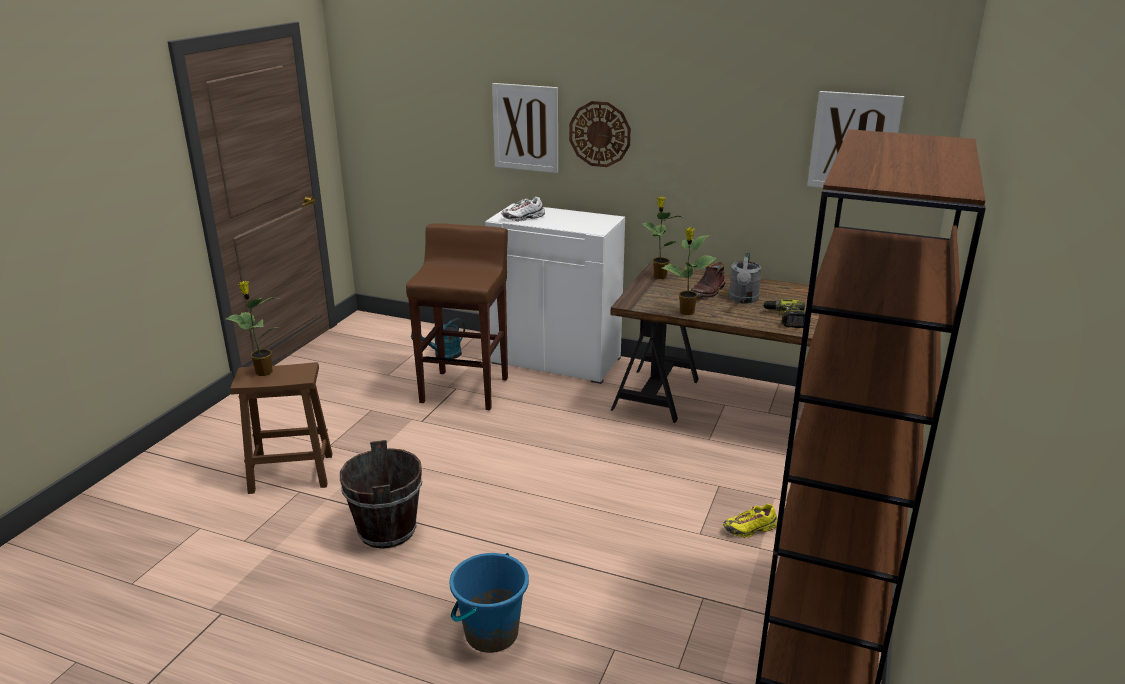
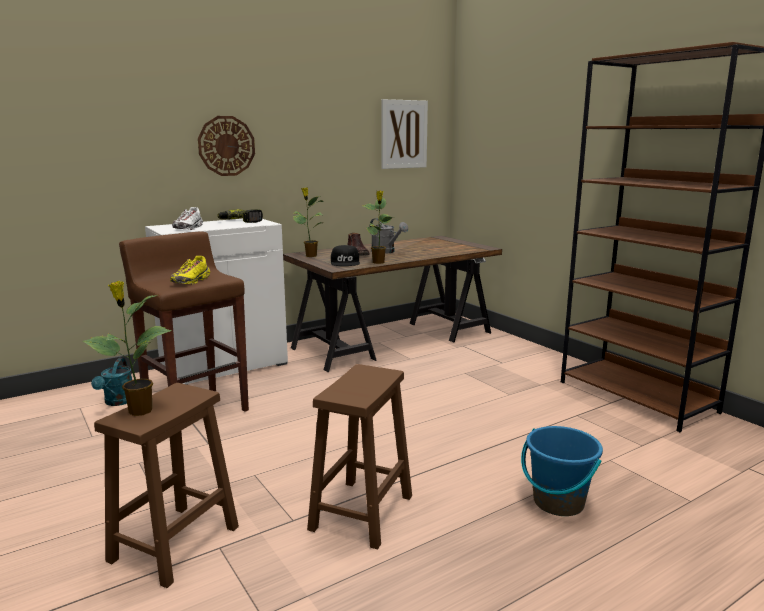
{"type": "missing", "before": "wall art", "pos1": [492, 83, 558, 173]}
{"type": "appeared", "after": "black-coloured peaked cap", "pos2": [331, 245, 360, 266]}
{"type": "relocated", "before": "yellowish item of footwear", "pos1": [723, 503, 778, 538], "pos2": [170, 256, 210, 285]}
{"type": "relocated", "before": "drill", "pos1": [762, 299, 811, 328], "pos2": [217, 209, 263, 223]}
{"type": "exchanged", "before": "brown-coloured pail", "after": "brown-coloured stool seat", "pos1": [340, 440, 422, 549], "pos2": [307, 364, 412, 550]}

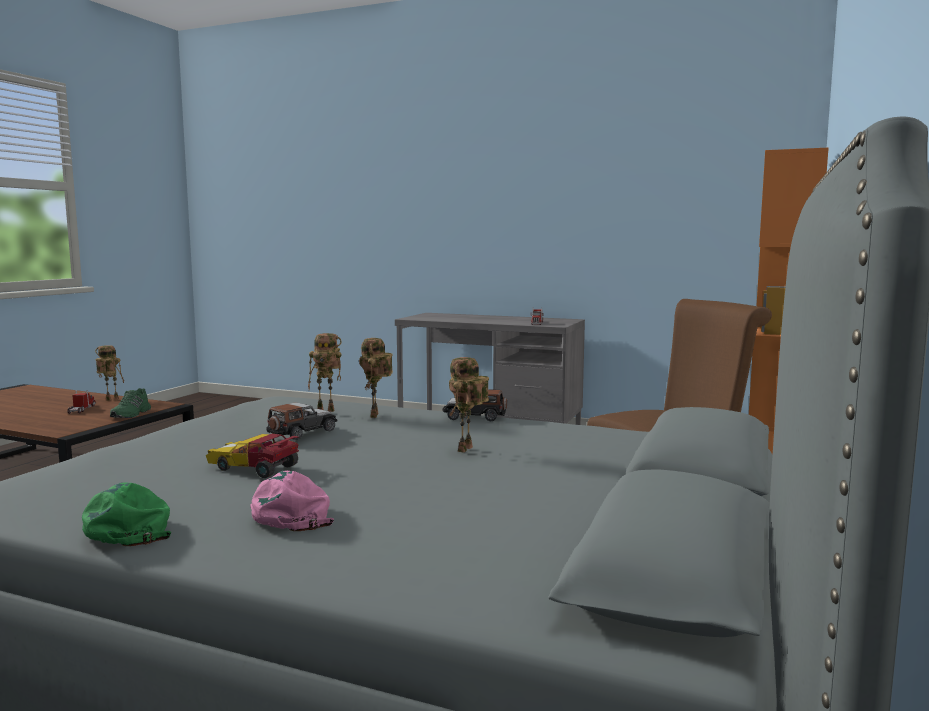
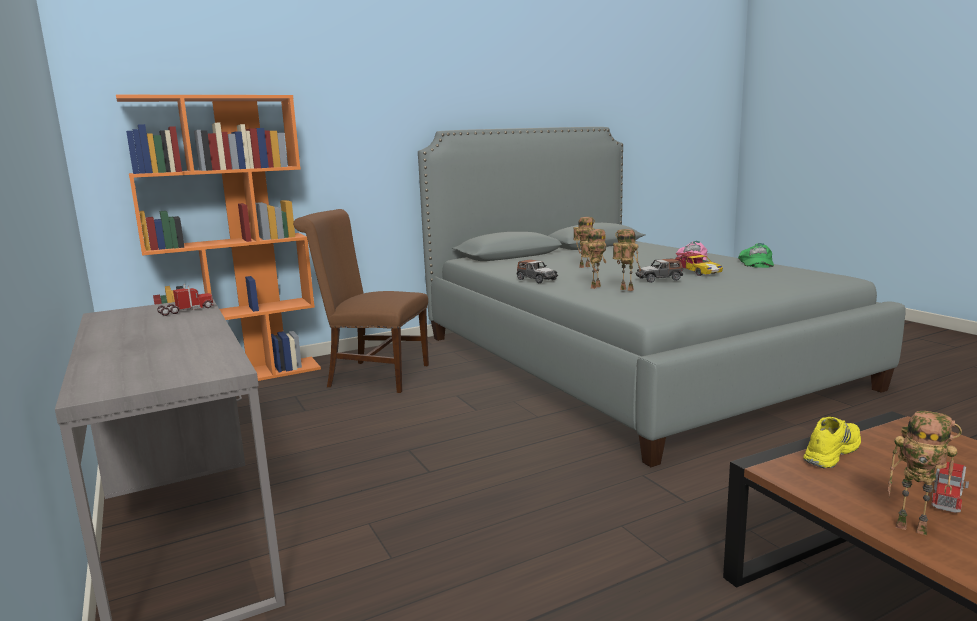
{"type": "colour", "before": "green item of footwear", "after": "yellowish item of footwear", "pos1": [110, 388, 151, 418], "pos2": [803, 417, 861, 469]}

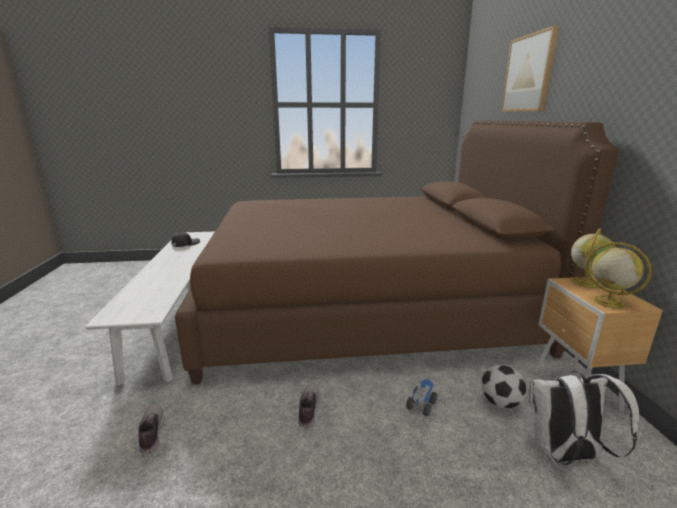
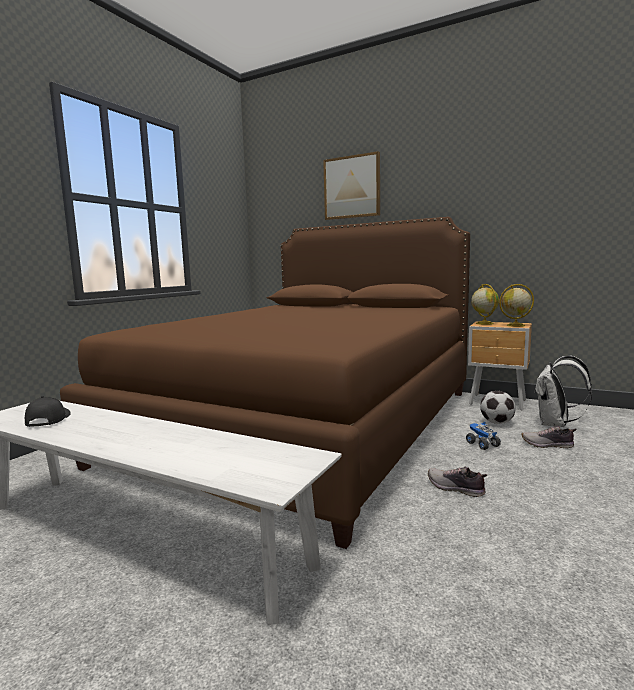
{"type": "relocated", "before": "item of footwear", "pos1": [138, 404, 165, 454], "pos2": [522, 426, 577, 448]}

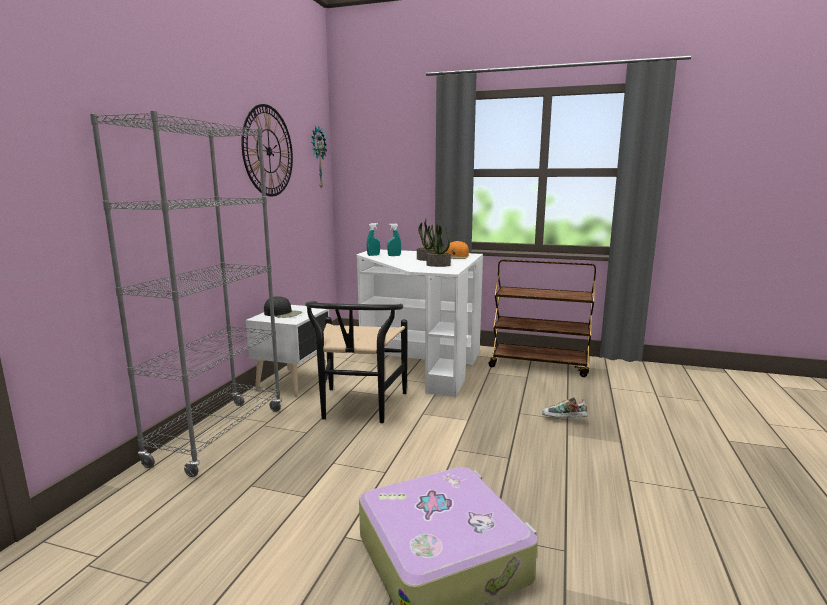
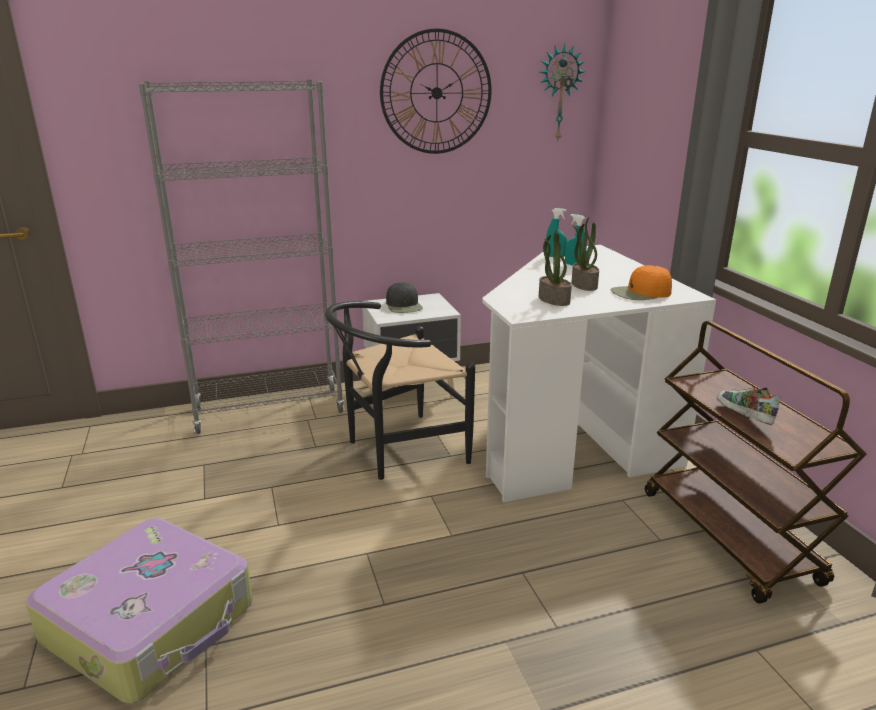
{"type": "relocated", "before": "item of footwear", "pos1": [542, 397, 588, 418], "pos2": [717, 387, 781, 425]}

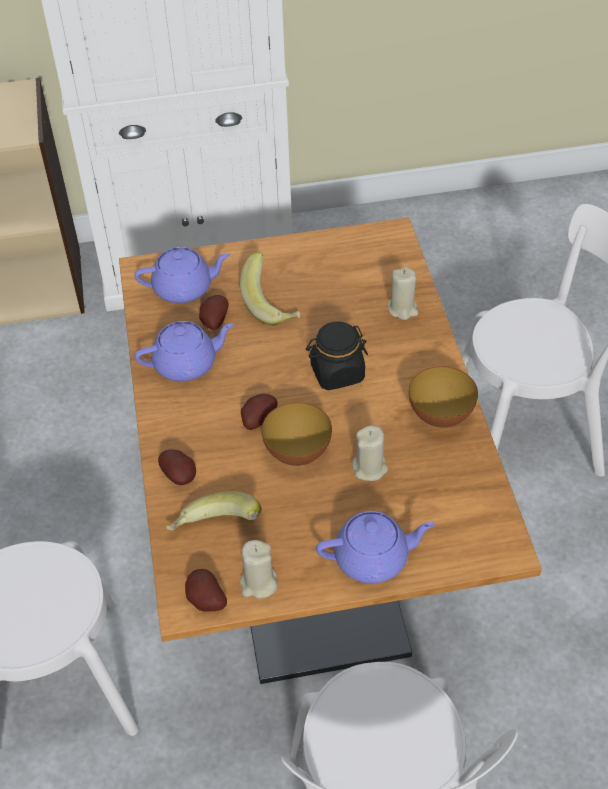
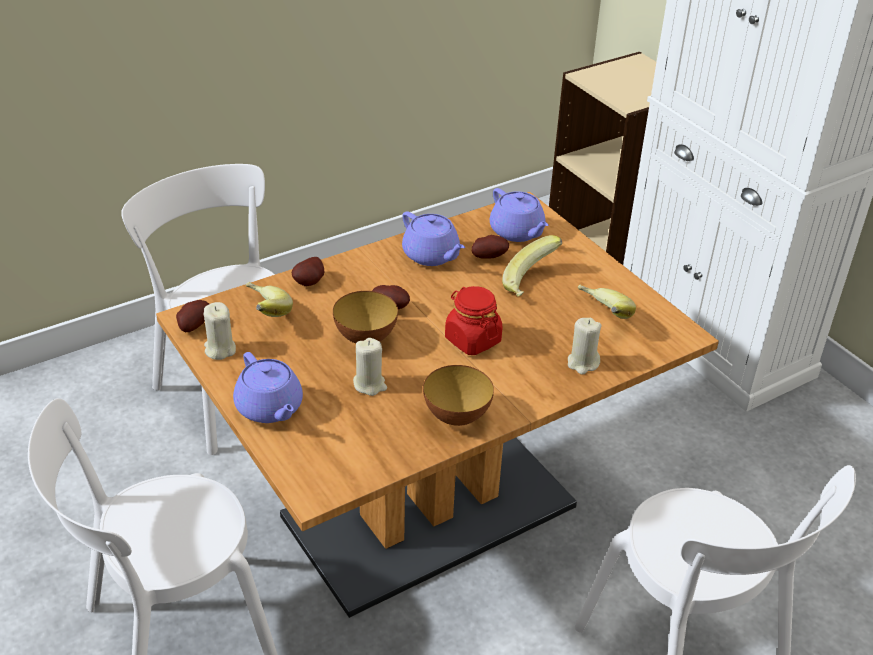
{"type": "appeared", "after": "banana", "pos2": [578, 284, 636, 319]}
{"type": "colour", "before": "black-coloured preserve jar", "after": "red preserve jar", "pos1": [306, 321, 368, 390], "pos2": [445, 286, 502, 355]}

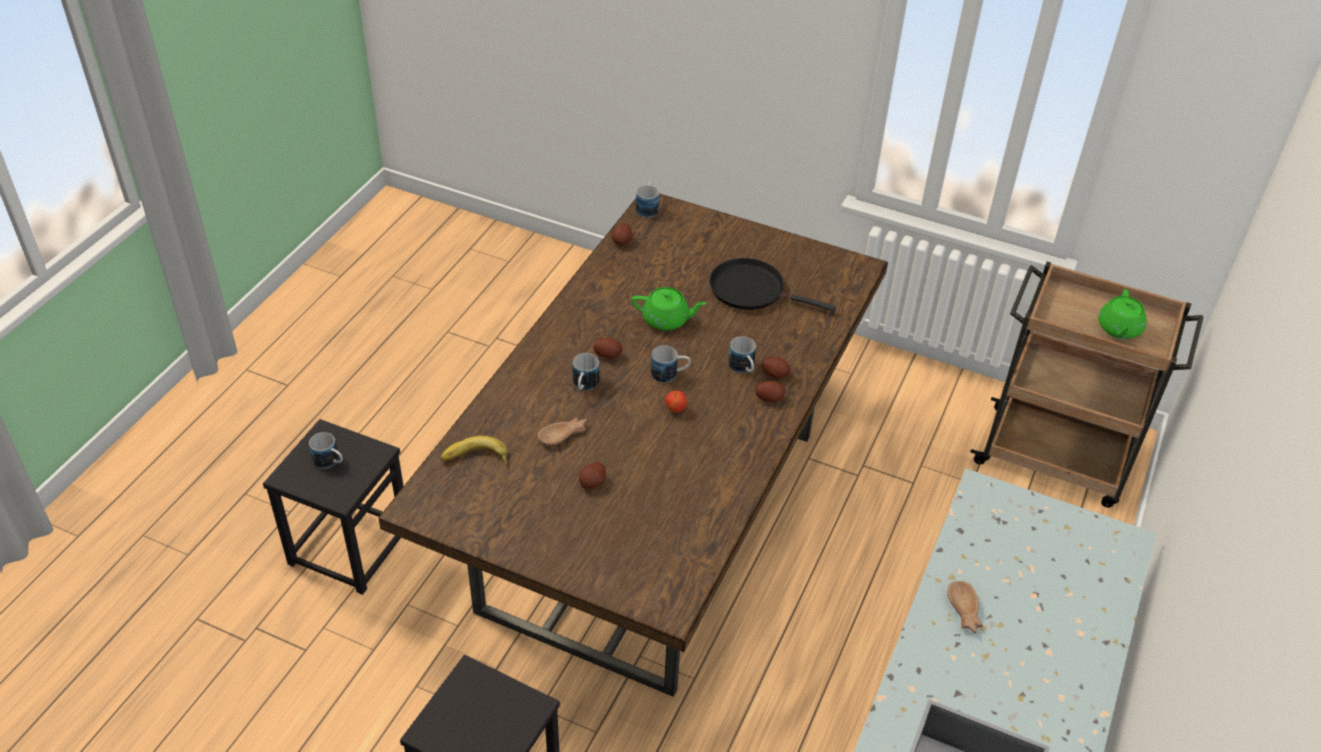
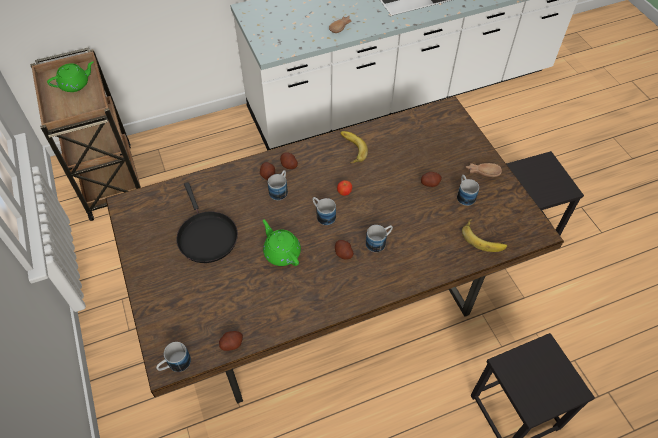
{"type": "appeared", "after": "banana", "pos2": [340, 131, 368, 164]}
{"type": "relocated", "before": "coffee mug", "pos1": [309, 432, 343, 469], "pos2": [457, 175, 479, 206]}
{"type": "relocated", "before": "brown-coloured bowl", "pos1": [538, 418, 587, 446], "pos2": [465, 163, 502, 177]}

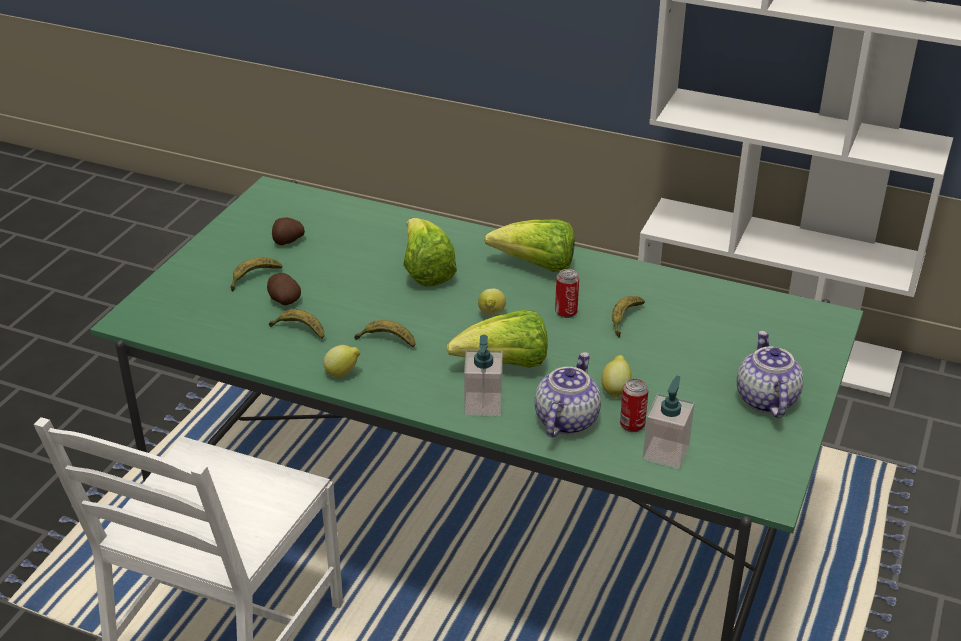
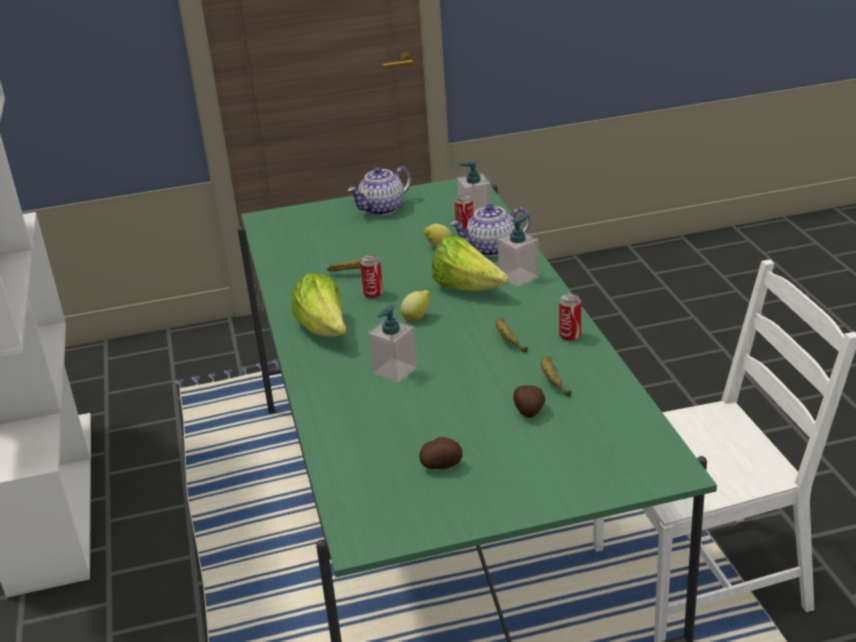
{"type": "missing", "before": "banana", "pos1": [230, 257, 282, 292]}
{"type": "exchanged", "before": "whole lemon", "after": "metal can", "pos1": [323, 345, 360, 377], "pos2": [559, 293, 581, 341]}
{"type": "exchanged", "before": "lettuce head", "after": "soap bottle", "pos1": [403, 218, 457, 287], "pos2": [368, 304, 418, 383]}

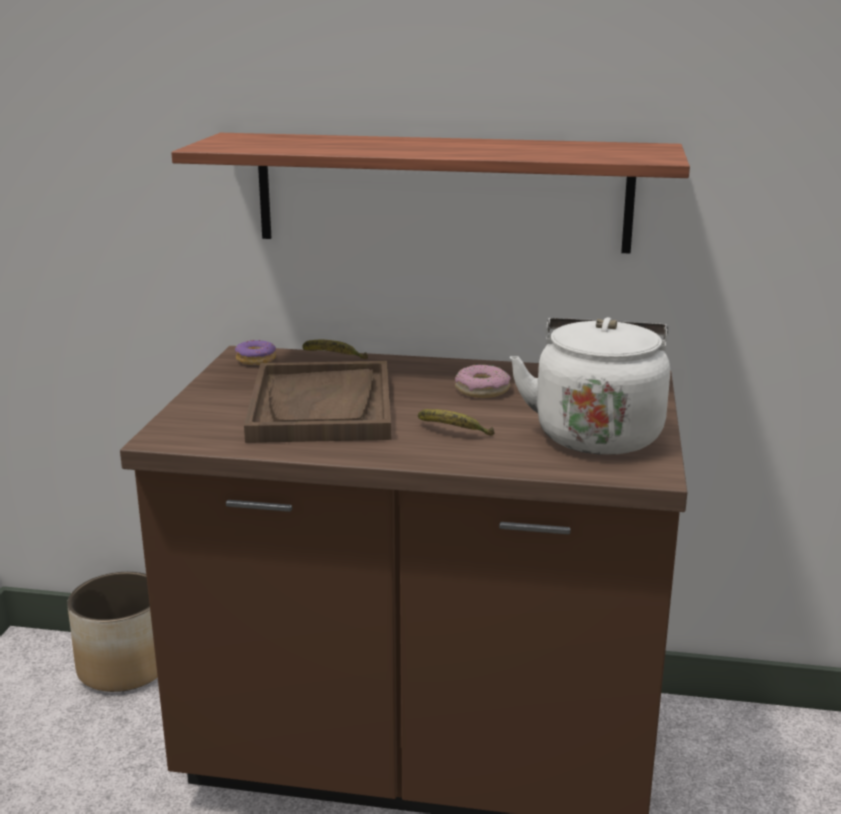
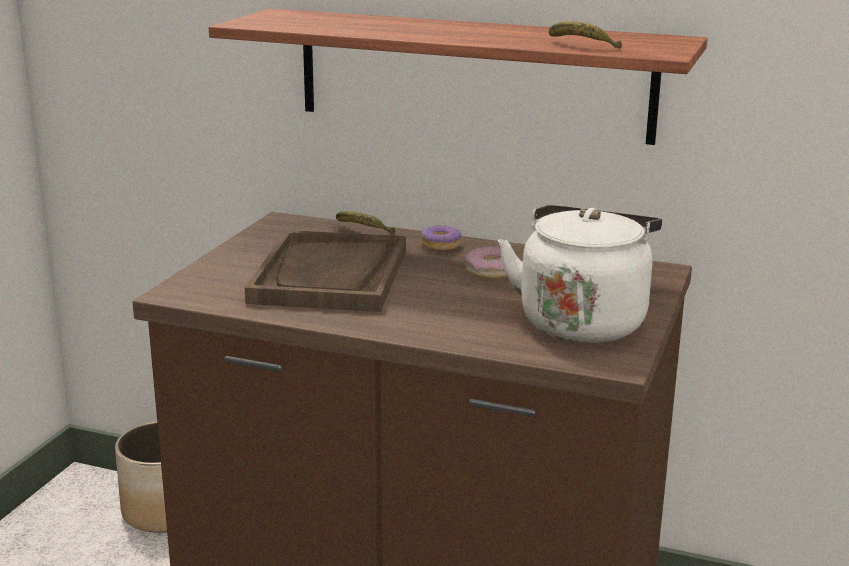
{"type": "relocated", "before": "doughnut", "pos1": [235, 339, 276, 365], "pos2": [421, 225, 461, 251]}
{"type": "relocated", "before": "banana", "pos1": [418, 409, 495, 436], "pos2": [549, 21, 622, 49]}

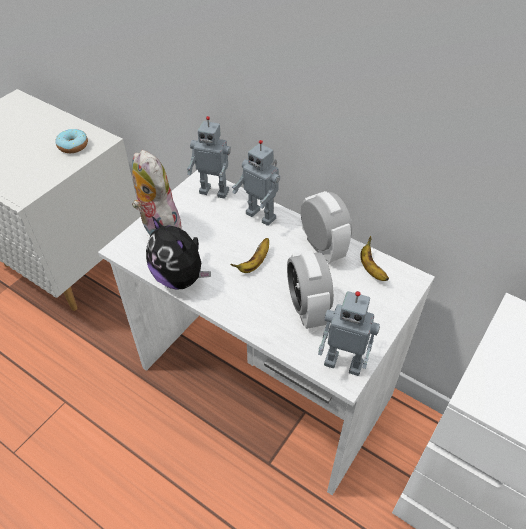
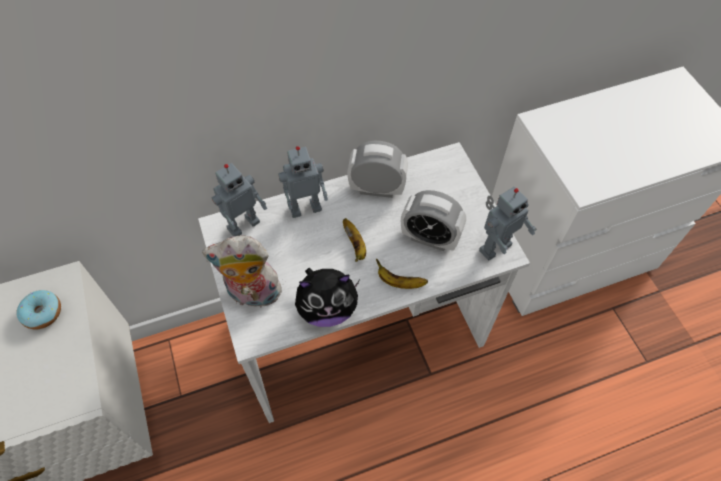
{"type": "relocated", "before": "banana", "pos1": [360, 236, 389, 281], "pos2": [376, 259, 428, 289]}

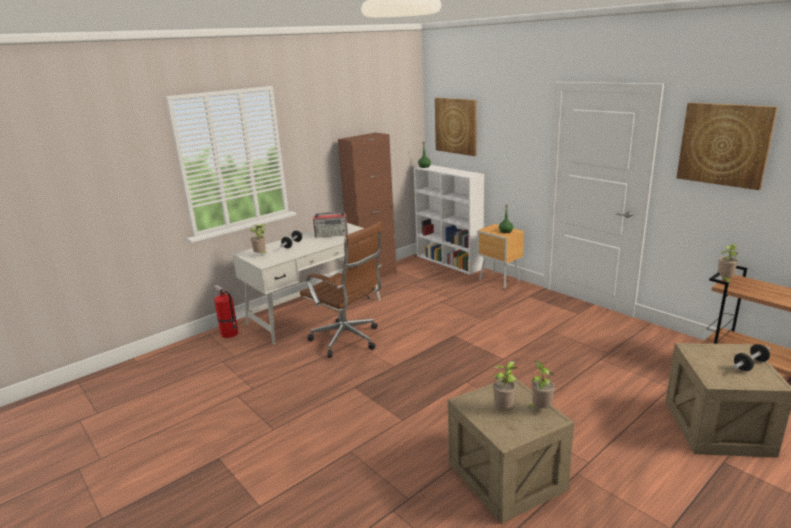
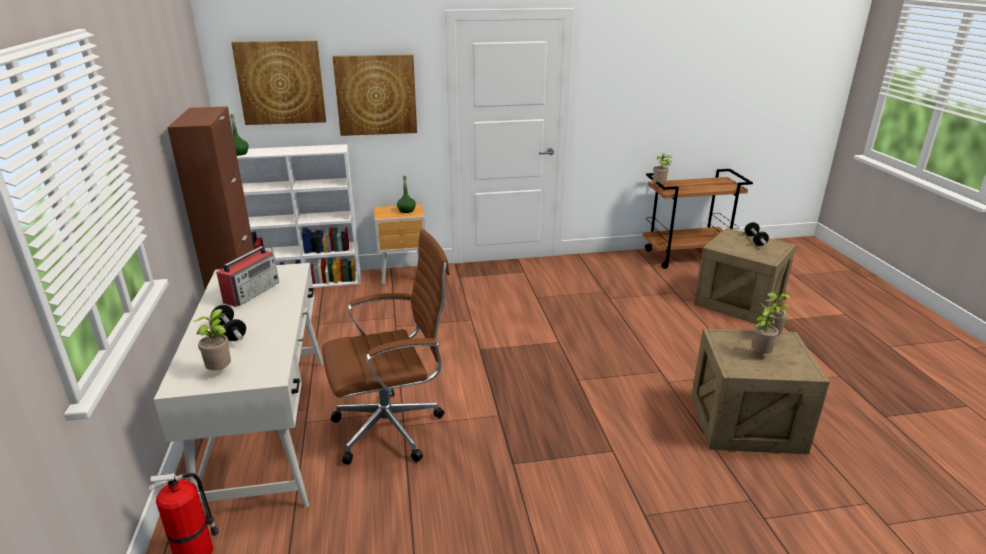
{"type": "relocated", "before": "wall art", "pos1": [676, 103, 778, 190], "pos2": [333, 54, 417, 136]}

